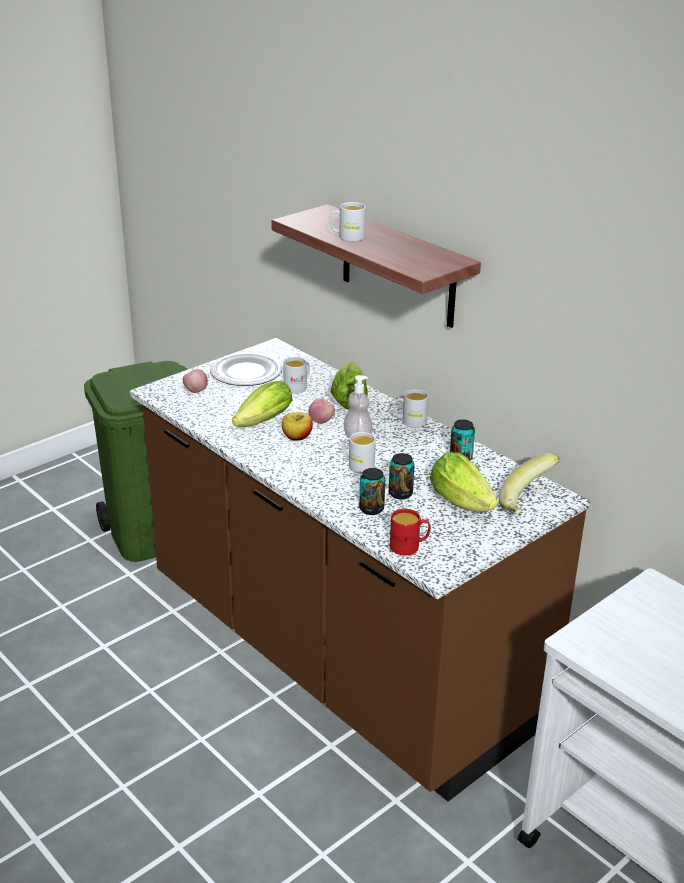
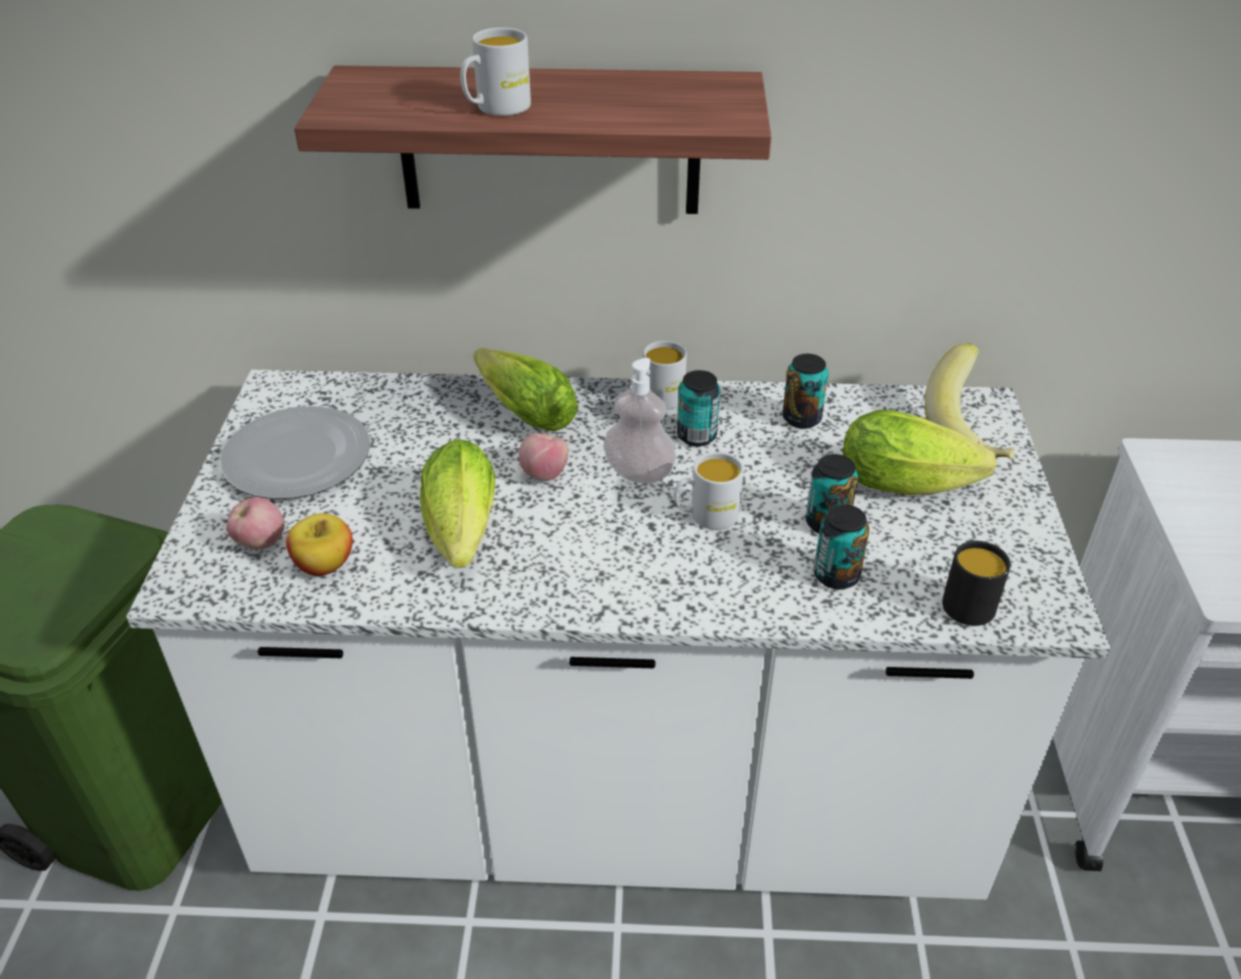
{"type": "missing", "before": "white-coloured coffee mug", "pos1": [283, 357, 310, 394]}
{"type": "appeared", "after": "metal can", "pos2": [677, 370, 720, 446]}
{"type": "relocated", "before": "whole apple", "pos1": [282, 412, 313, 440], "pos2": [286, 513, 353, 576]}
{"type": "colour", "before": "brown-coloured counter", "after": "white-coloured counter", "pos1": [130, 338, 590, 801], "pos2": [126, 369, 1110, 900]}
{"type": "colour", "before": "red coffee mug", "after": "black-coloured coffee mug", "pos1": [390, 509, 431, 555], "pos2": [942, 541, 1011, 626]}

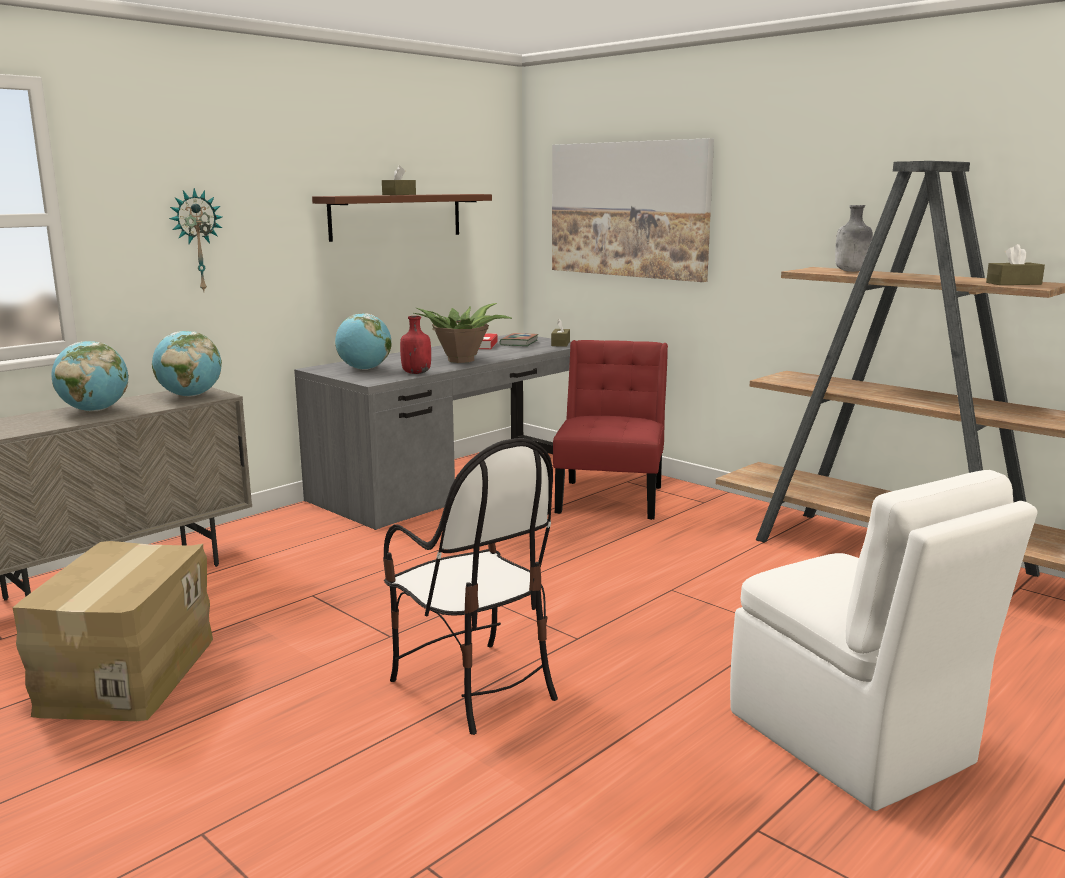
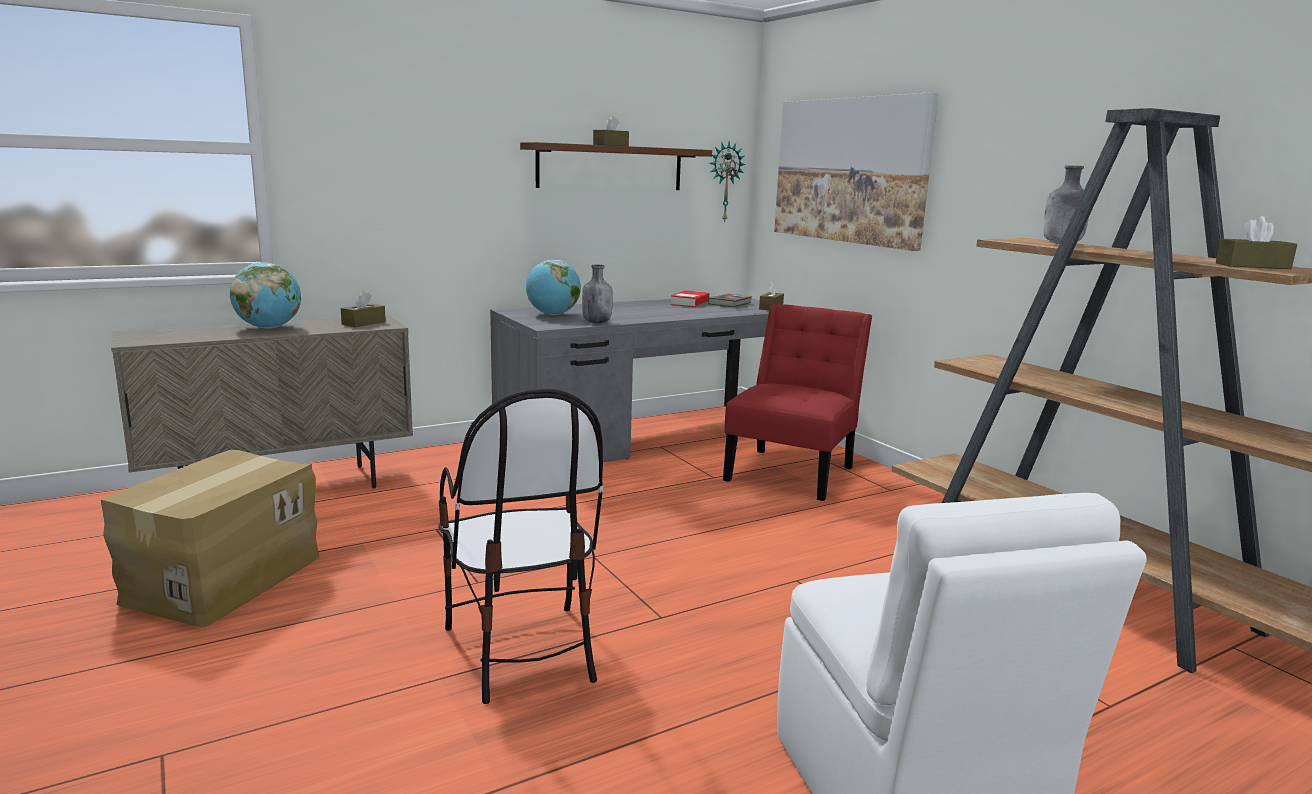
{"type": "missing", "before": "plant in a pot", "pos1": [414, 303, 512, 363]}
{"type": "relocated", "before": "clock on the wall", "pos1": [169, 188, 222, 291], "pos2": [710, 141, 746, 223]}
{"type": "exchanged", "before": "world globe", "after": "brown-coloured tissue holder", "pos1": [152, 331, 222, 397], "pos2": [341, 291, 386, 327]}
{"type": "colour", "before": "red bottle", "after": "greyish bottle", "pos1": [400, 316, 431, 374], "pos2": [582, 265, 613, 323]}

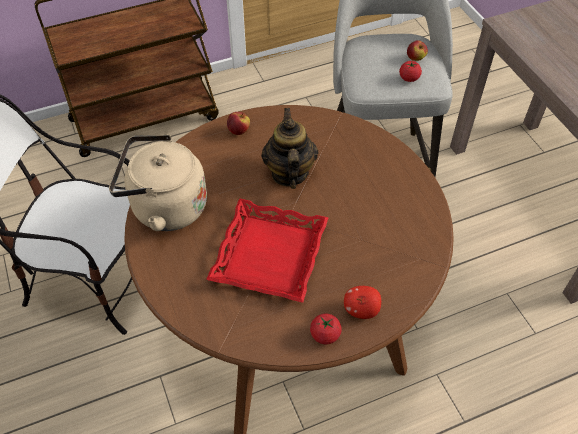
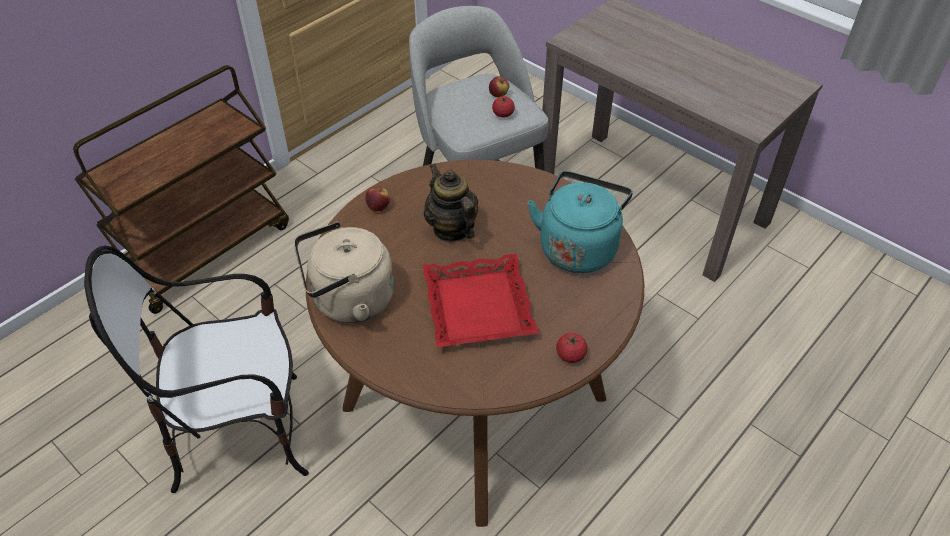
{"type": "missing", "before": "whole apple", "pos1": [344, 286, 381, 319]}
{"type": "appeared", "after": "blue-green tea kettle", "pos2": [528, 171, 633, 273]}

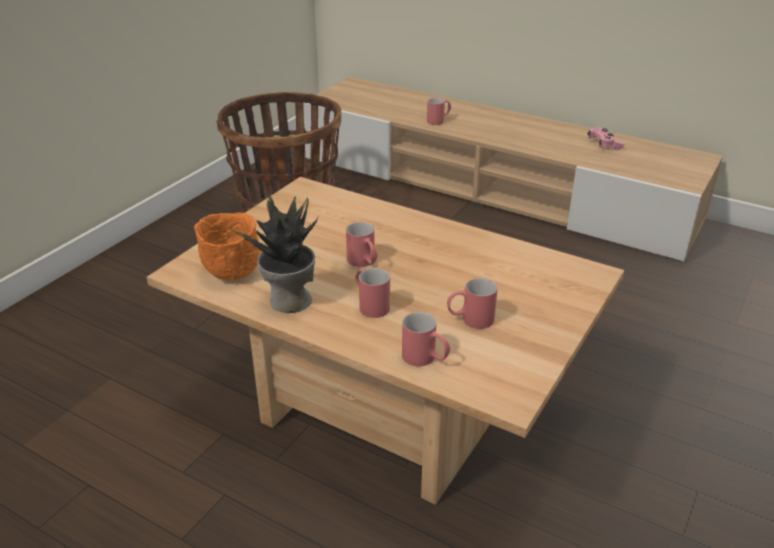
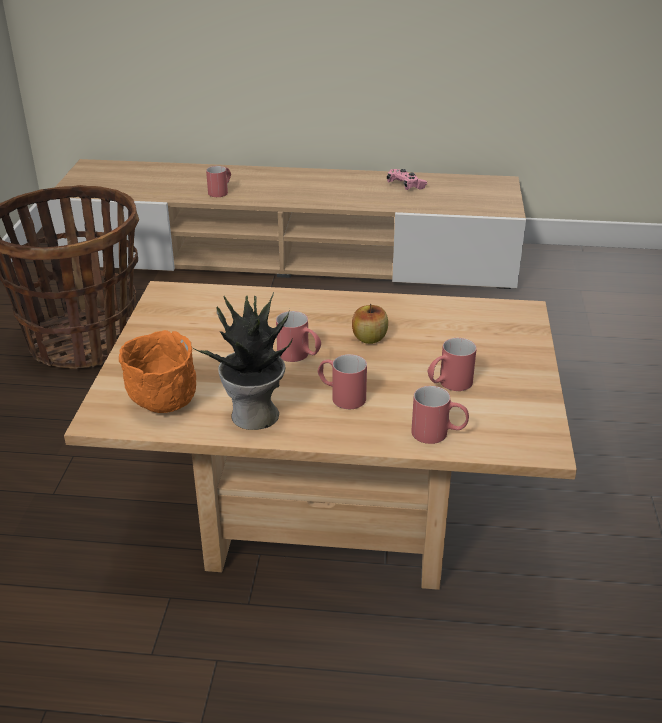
{"type": "appeared", "after": "whole apple", "pos2": [352, 304, 388, 344]}

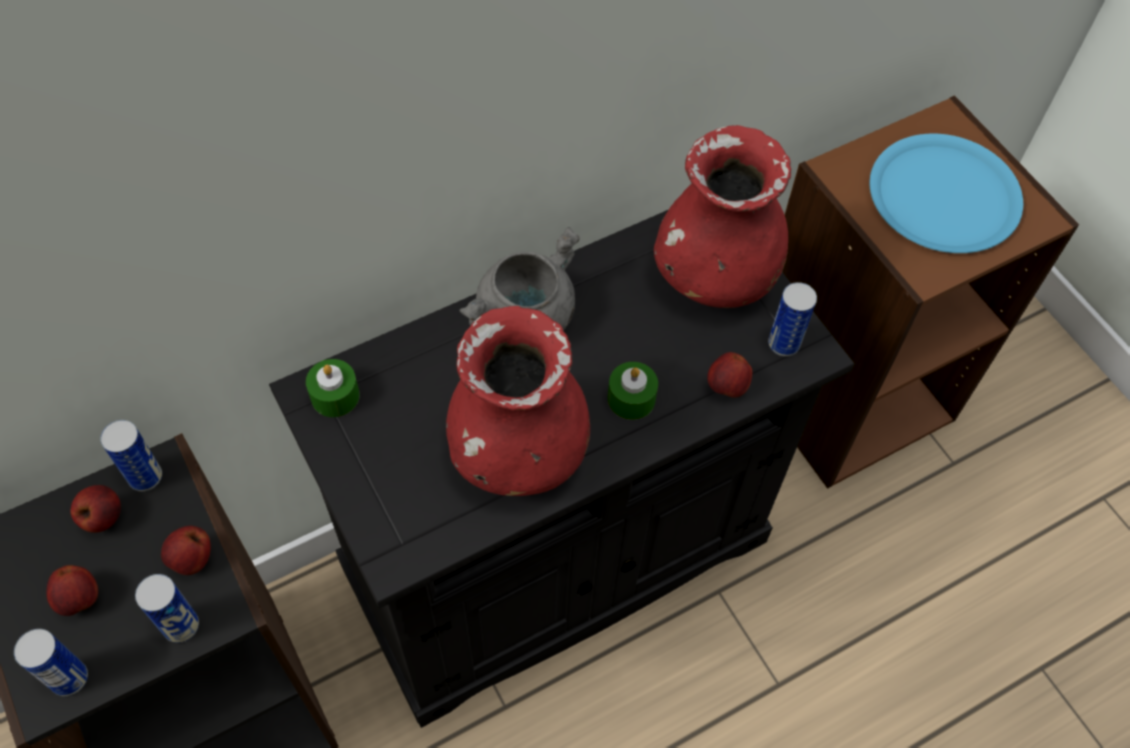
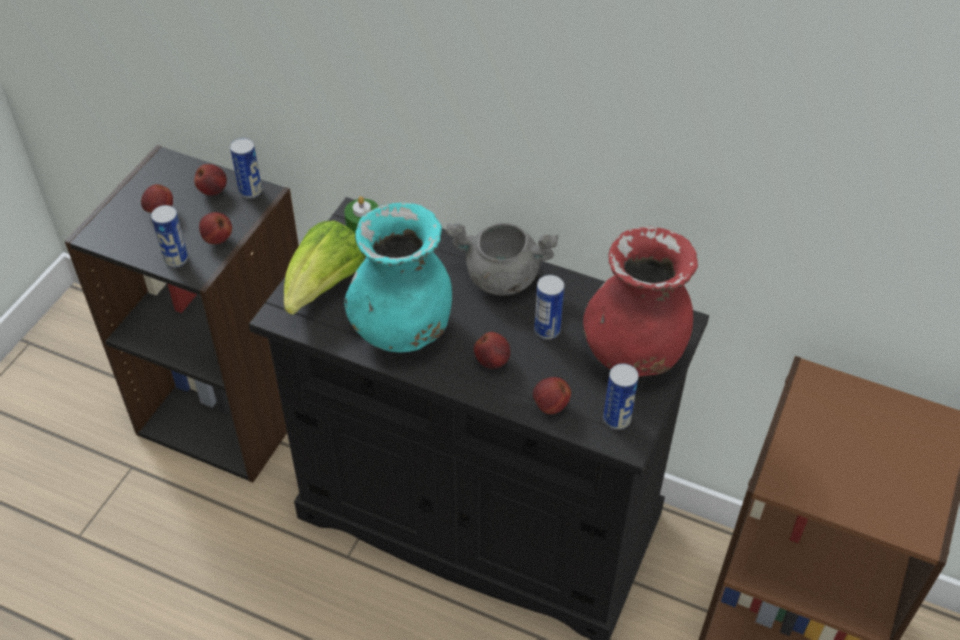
{"type": "missing", "before": "bluish flat dish", "pos1": [870, 134, 1023, 253]}
{"type": "appeared", "after": "lettuce head", "pos2": [284, 221, 365, 315]}
{"type": "relocated", "before": "metal can", "pos1": [14, 629, 88, 696], "pos2": [534, 275, 564, 340]}
{"type": "exchanged", "before": "green candle", "after": "whole apple", "pos1": [608, 362, 658, 420], "pos2": [474, 332, 510, 369]}
{"type": "colour", "before": "red decorative vase", "after": "blue-green decorative vase", "pos1": [446, 306, 590, 496], "pos2": [344, 202, 452, 352]}

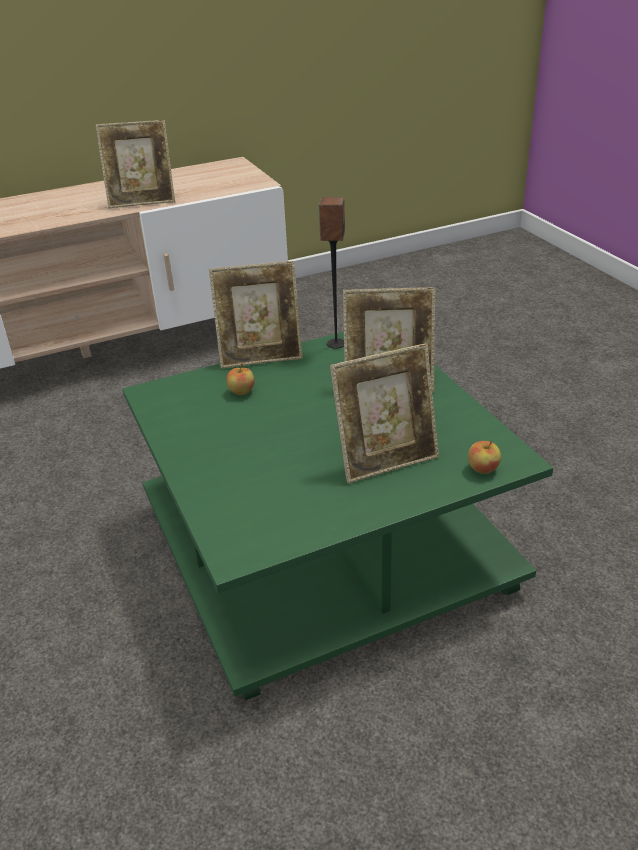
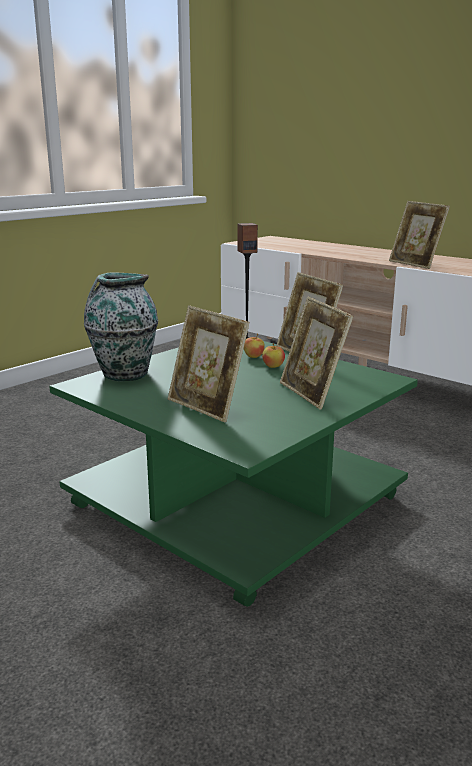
{"type": "appeared", "after": "decorative vase", "pos2": [84, 272, 158, 381]}
{"type": "relocated", "before": "audio speaker", "pos1": [319, 197, 345, 349], "pos2": [237, 223, 258, 339]}
{"type": "relocated", "before": "whole apple", "pos1": [468, 441, 501, 474], "pos2": [262, 343, 285, 368]}

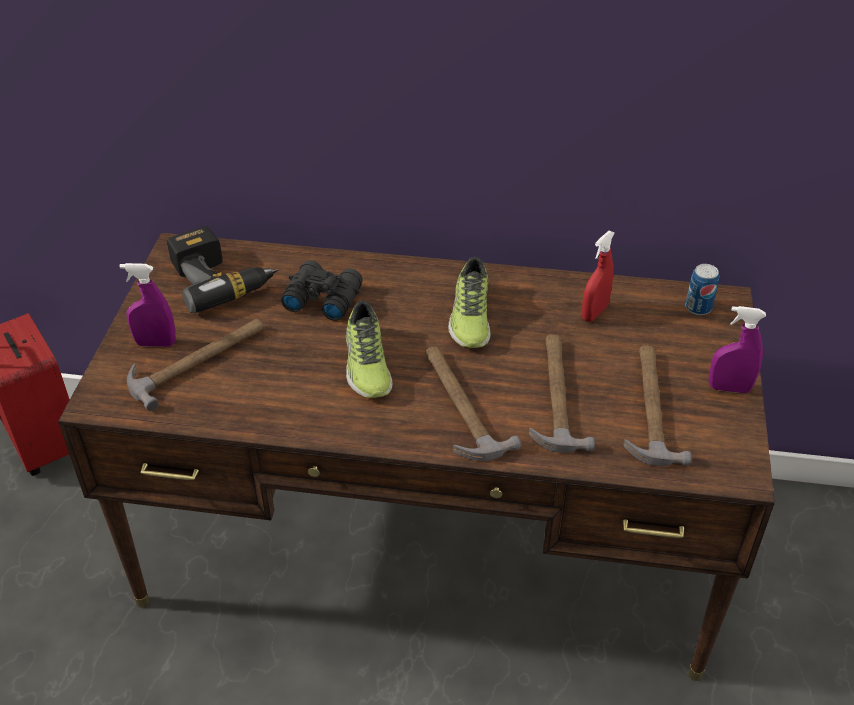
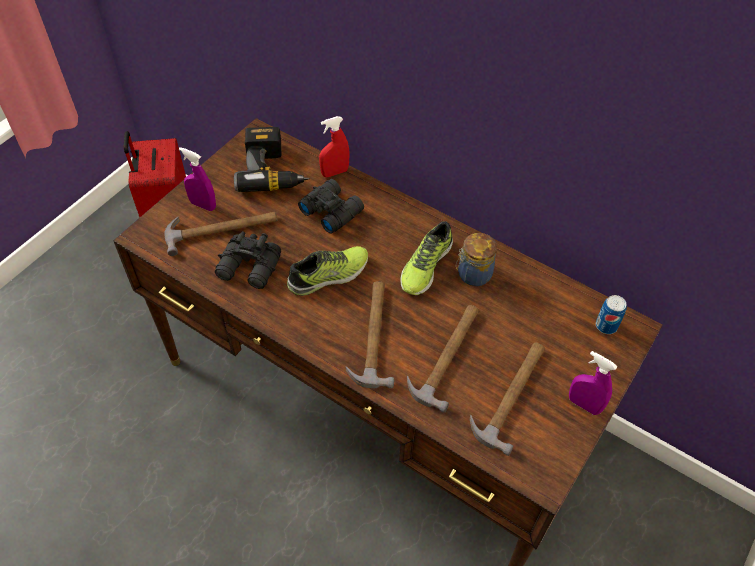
{"type": "appeared", "after": "black-coloured binoculars", "pos2": [215, 231, 281, 289]}
{"type": "appeared", "after": "preserve jar", "pos2": [456, 233, 497, 286]}
{"type": "relocated", "before": "red spray bottle", "pos1": [582, 230, 615, 322], "pos2": [319, 116, 349, 177]}
{"type": "spun", "before": "item of footwear", "pos1": [346, 300, 392, 398], "pos2": [287, 246, 368, 296], "turn": -135}

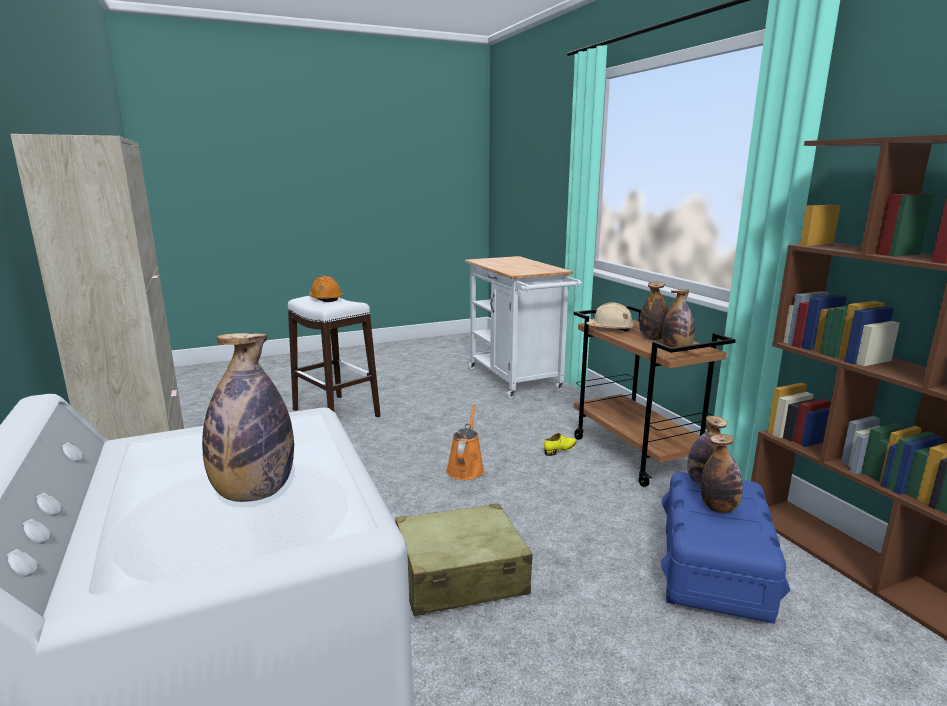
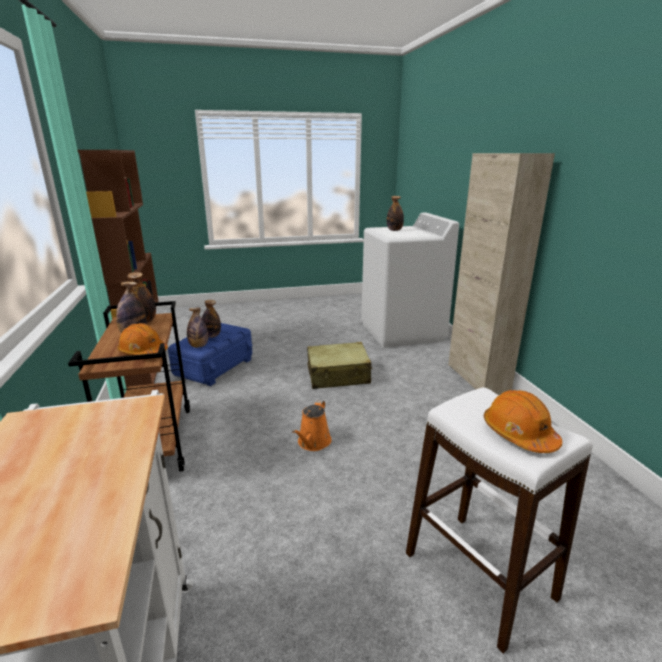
{"type": "missing", "before": "yellowish item of footwear", "pos1": [544, 433, 577, 456]}
{"type": "colour", "before": "sand-coloured hard hat", "after": "orange-coloured hard hat", "pos1": [586, 302, 635, 332], "pos2": [117, 323, 168, 355]}

